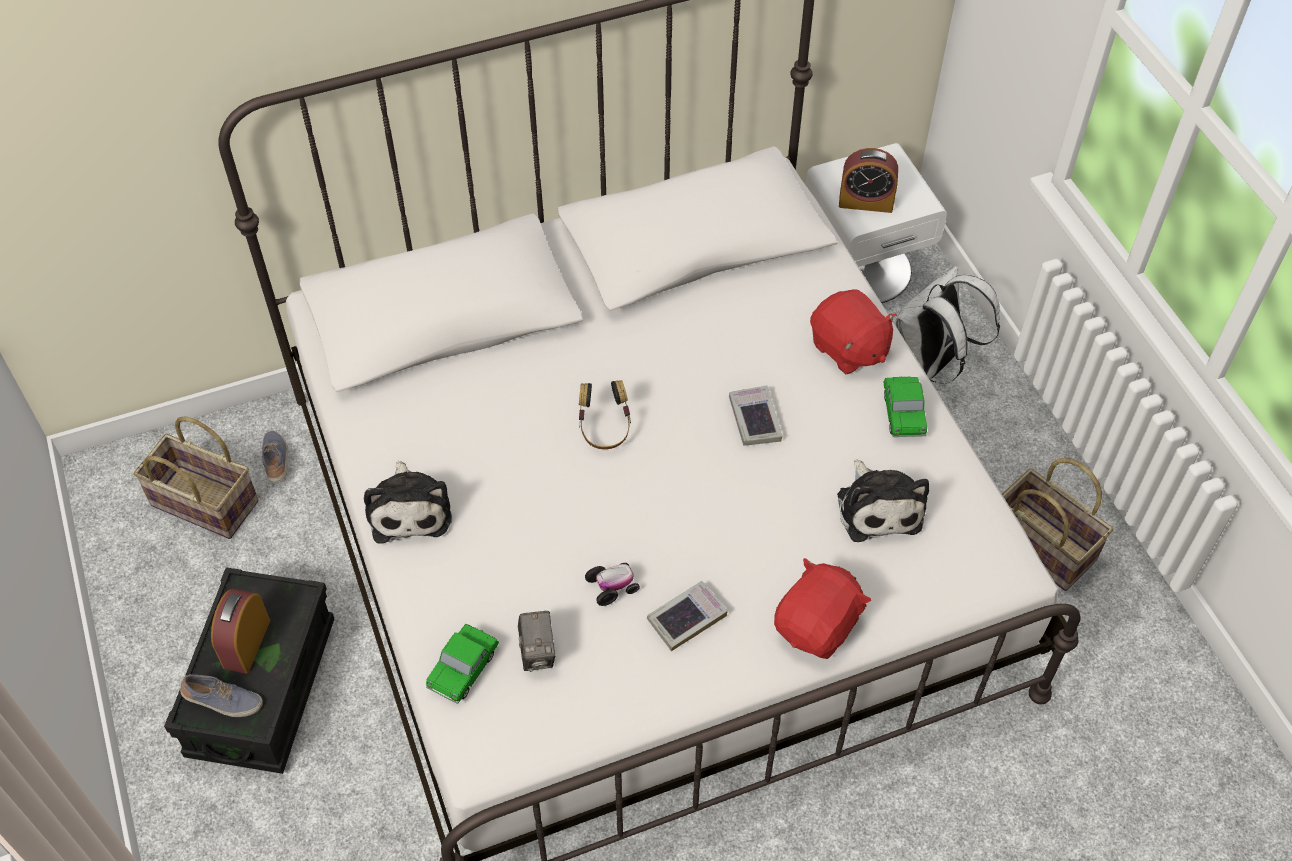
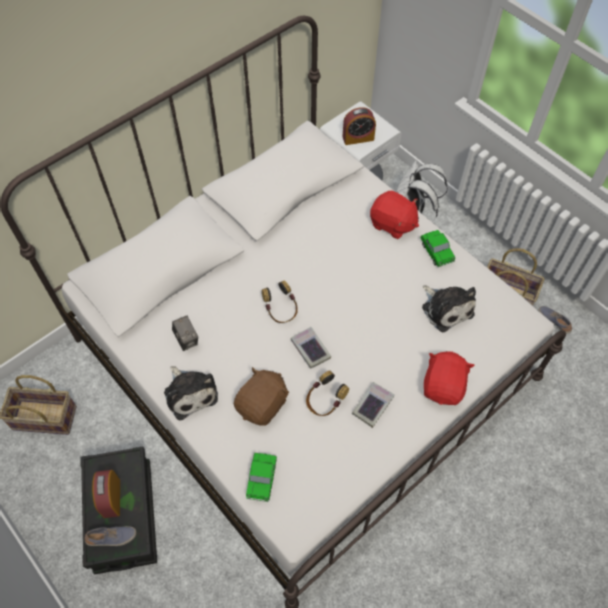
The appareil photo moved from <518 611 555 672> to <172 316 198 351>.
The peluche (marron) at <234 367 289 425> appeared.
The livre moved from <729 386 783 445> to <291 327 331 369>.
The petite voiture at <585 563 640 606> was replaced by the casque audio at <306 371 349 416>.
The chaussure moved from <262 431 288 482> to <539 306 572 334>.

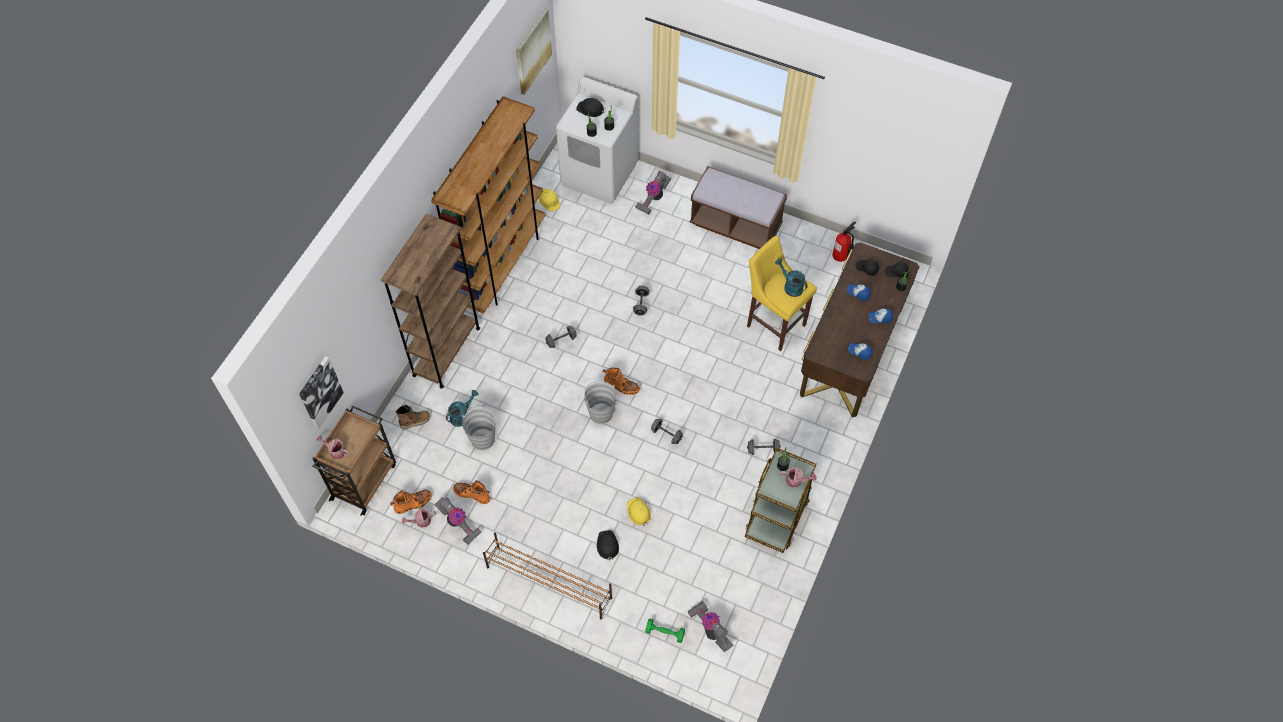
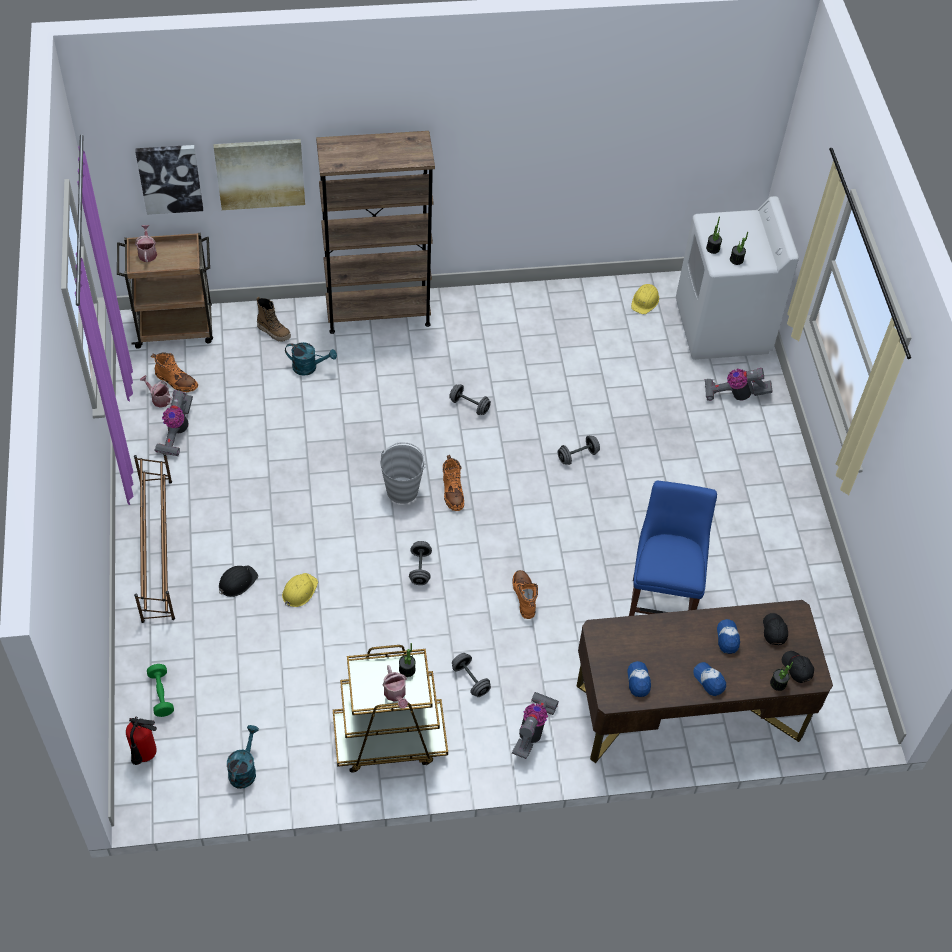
The extincteur moved from <833 221 856 262> to <126 717 157 765>.
The tableau moved from <516 8 552 95> to <214 139 305 210>.
The arrosoir (turquoise) moved from <775 259 807 297> to <227 725 259 789>.
The botte (orange) moved from <453 480 490 504> to <512 570 538 619>.
The aspirateur moved from <688 601 734 652> to <512 692 559 759>.
The tabouret (jaune) at <747 236 817 351> became the tabouret (bleu) at <629 481 717 616>.
The bibliothèque (marron) at <431 96 546 314> disappeared.
The seau (gris) at <462 407 496 450> disappeared.
The casque de chantier (noir) at <576 98 606 117> disappeared.
The banc (marron) at <690 166 787 249> disappeared.

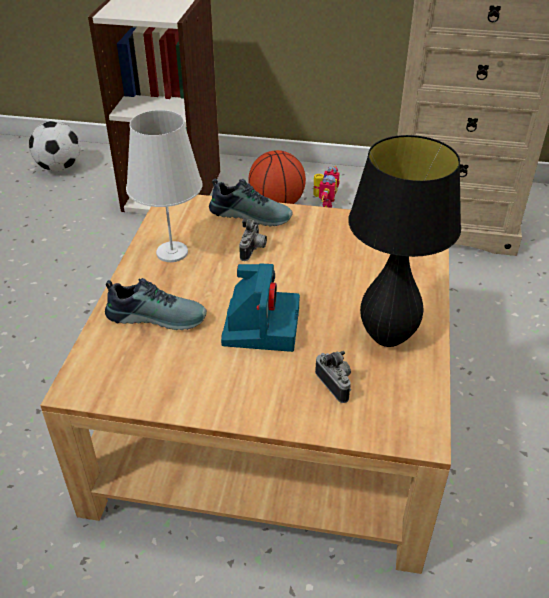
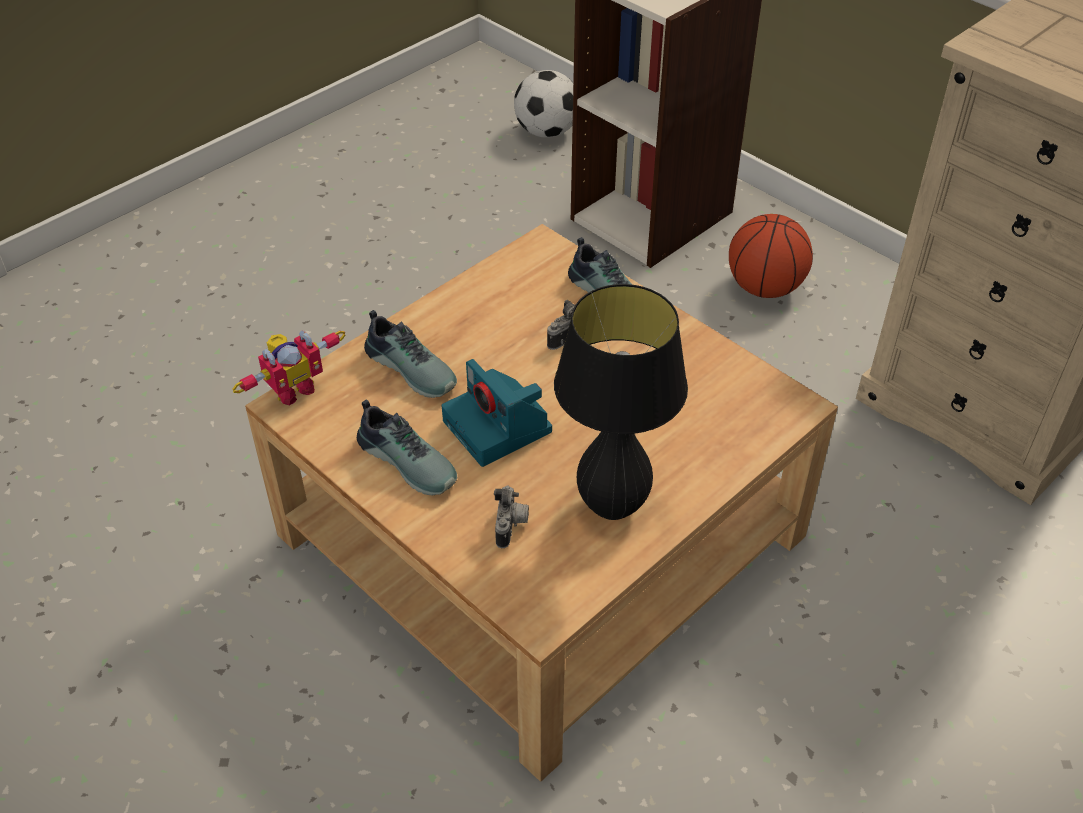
The robot jouet moved from <313 166 340 208> to <233 330 346 406>.
The chaussure at <357 400 457 495> appeared.
The appareil photo at <221 263 300 352> turned 105 degrees clockwise.
The lampe de table (blanc) at <126 110 202 262> disappeared.

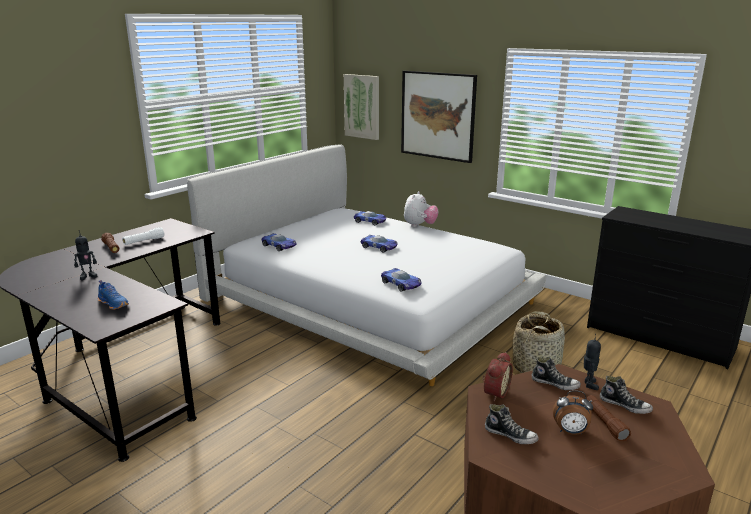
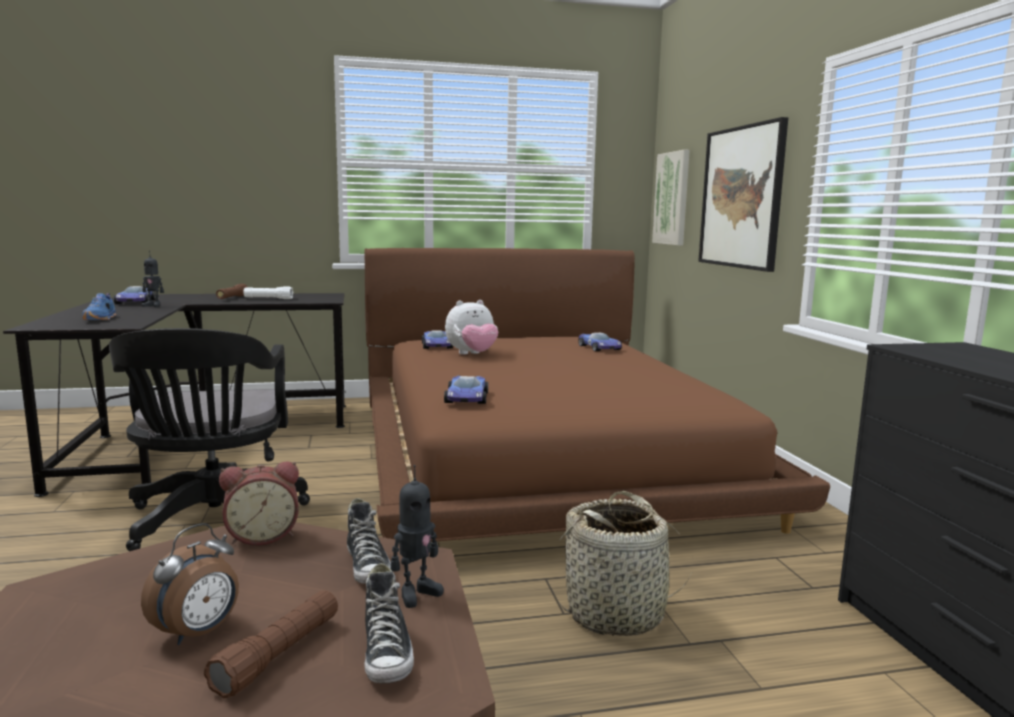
The chaise de bureau (noir) at <109 328 310 551> appeared.
The petite voiture moved from <361 235 398 253> to <114 286 156 304>.
The réveil at <553 390 593 435> turned 105 degrees counterclockwise.
The lit (blanc) at <187 144 547 386> became the lit (marron) at <364 248 830 542>.
The peluche moved from <404 191 439 227> to <445 300 498 355>.
The chaussure at <485 404 538 444> disappeared.

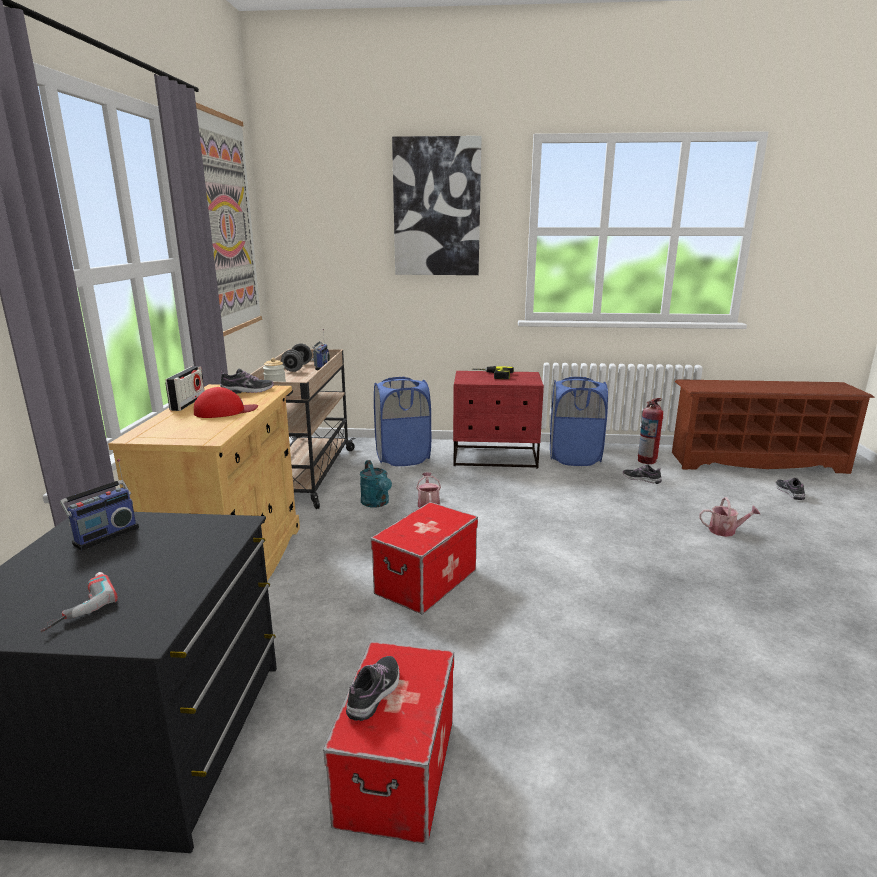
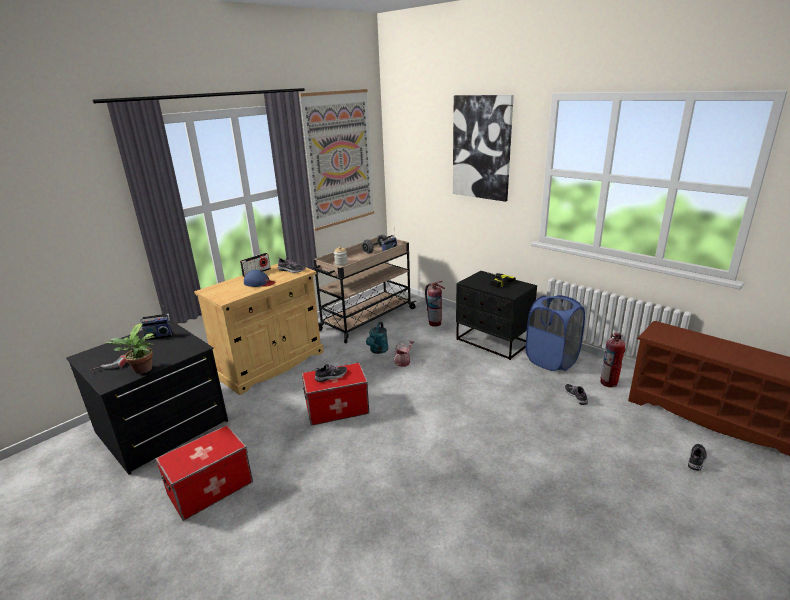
The plante en pot at <104 323 155 374> appeared.
The casquette (rouge) at <194 387 258 418> became the casquette (bleu) at <244 270 275 287>.
The chaussure moved from <346 656 399 721> to <315 364 347 382>.
The panier à linge (bleu) at <374 377 431 466> was replaced by the extincteur at <425 281 445 327>.
The table de chevet (rouge) at <453 371 544 469> became the table de chevet (noir) at <456 271 537 360>.
The arrosoir at <699 497 760 537> disappeared.

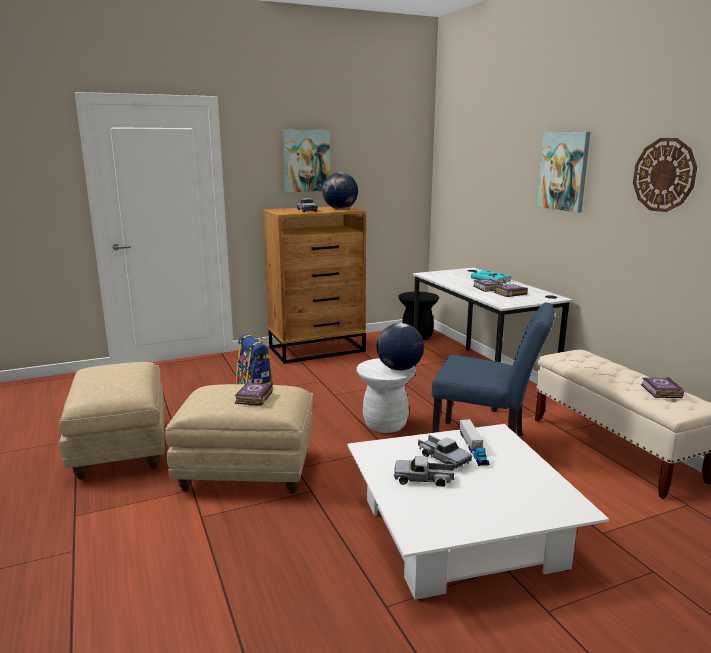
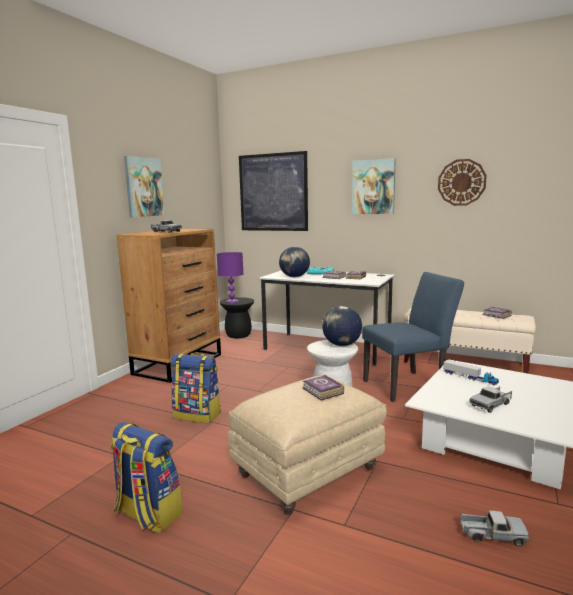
The pouf (beige) at <59 362 165 480> was replaced by the sac à dos at <110 422 183 533>.
The lampe de table (violet) at <217 252 243 304> appeared.
The tableau at <239 151 308 231> appeared.
The globe moved from <322 173 358 209> to <279 246 310 277>.
The camion jouet moved from <418 434 472 469> to <460 511 529 546>.

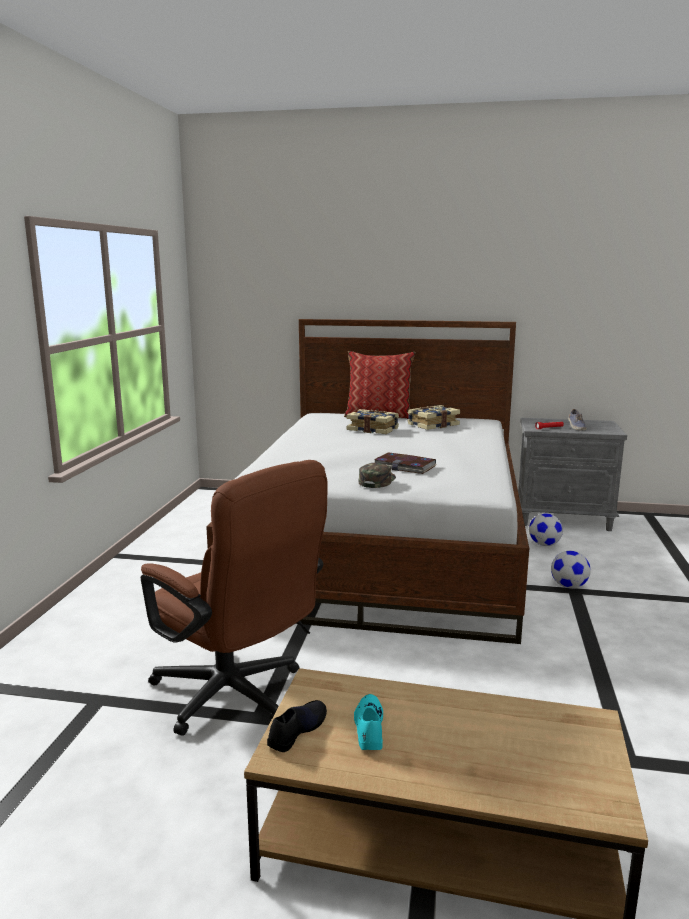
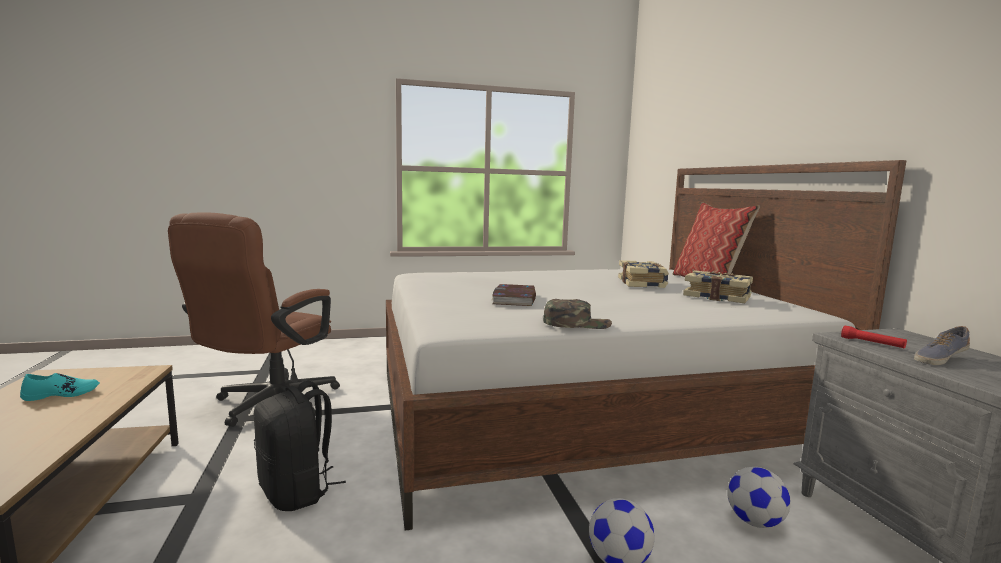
The sac à dos (noir) at <254 381 346 511> appeared.
The casquette (vert) moved from <359 463 396 488> to <543 299 612 329>.
The chaussure (noir) at <267 700 327 752> disappeared.

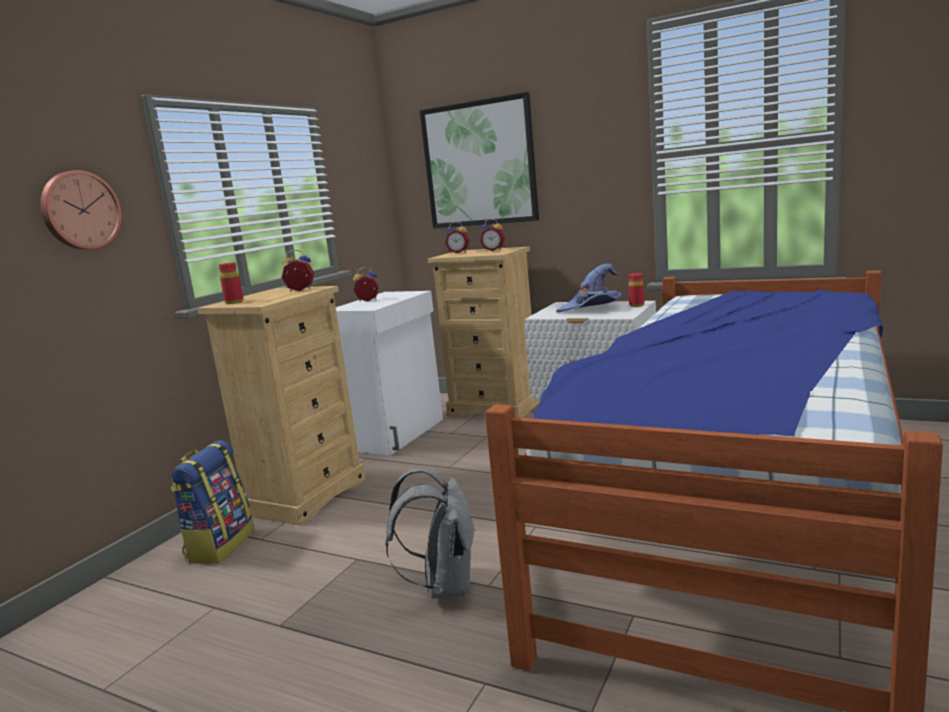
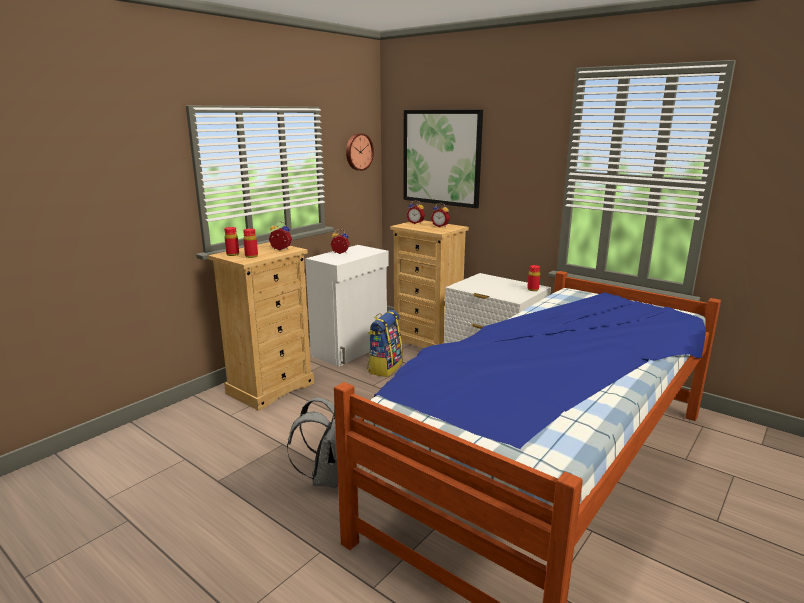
The bouteille (rouge) at <243 229 258 258> appeared.
The horloge murale moved from <40 170 122 250> to <346 133 374 171>.
The sac à dos moved from <170 441 254 563> to <367 310 403 377>.
The chapeau (violet) at <556 264 622 313> disappeared.

